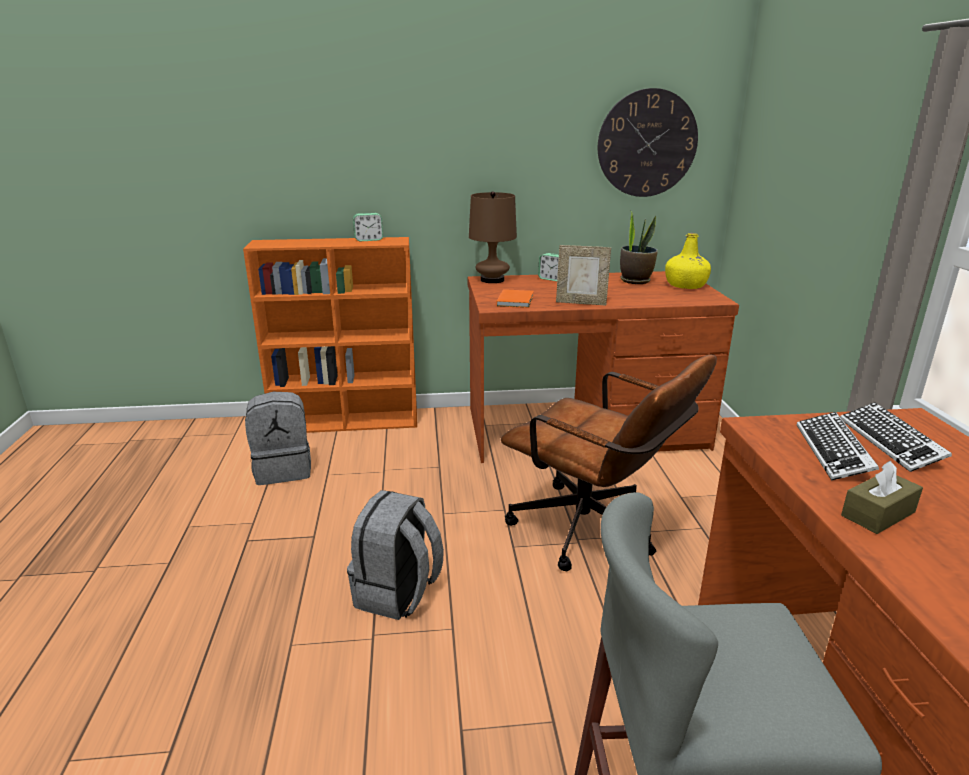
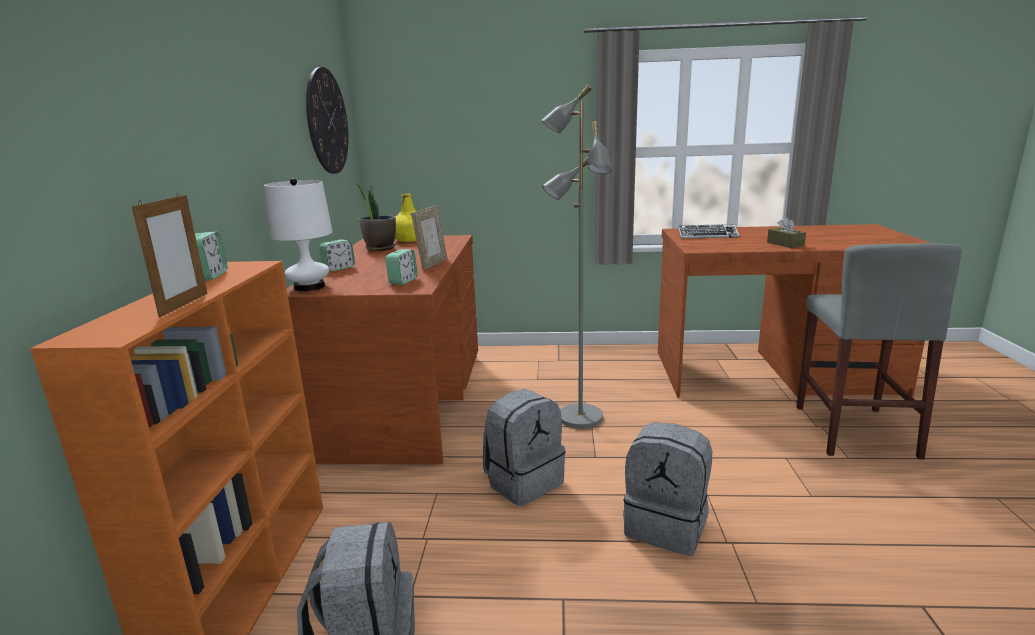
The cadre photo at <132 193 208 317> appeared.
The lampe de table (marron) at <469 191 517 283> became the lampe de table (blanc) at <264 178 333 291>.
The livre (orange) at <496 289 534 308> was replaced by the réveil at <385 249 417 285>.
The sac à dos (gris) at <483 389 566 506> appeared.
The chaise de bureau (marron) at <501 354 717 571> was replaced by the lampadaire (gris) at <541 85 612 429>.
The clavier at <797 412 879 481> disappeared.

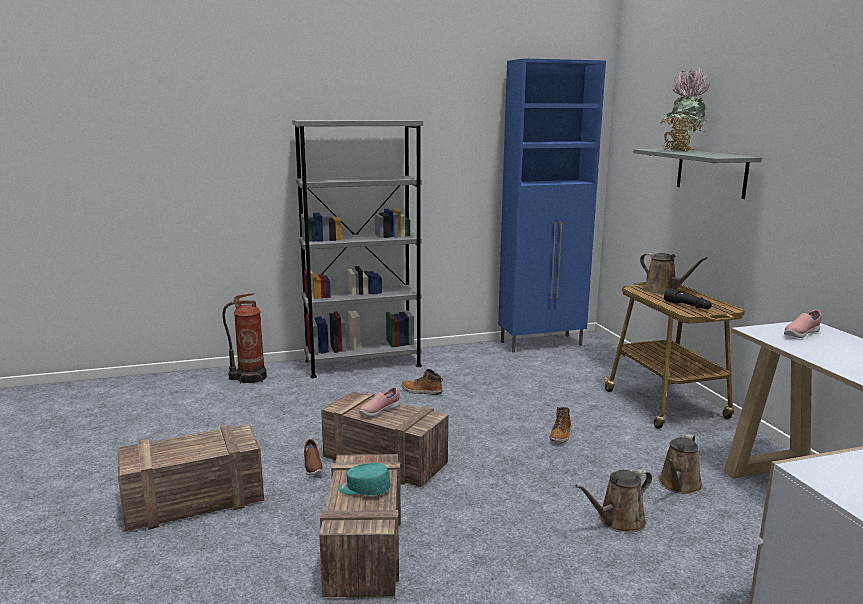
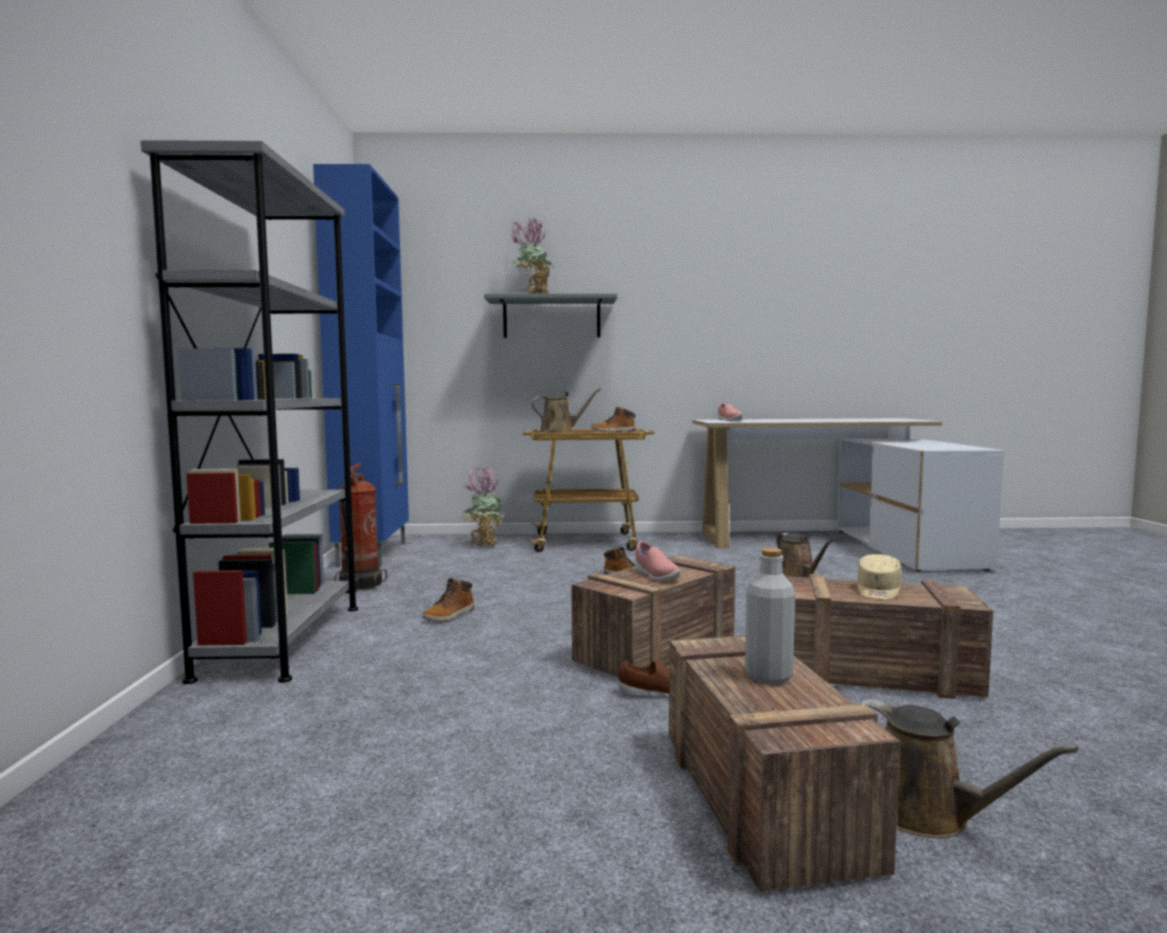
The extincteur moved from <222 293 267 384> to <334 463 387 591>.
The plante en pot at <460 465 505 546> appeared.
The lampe de poche (noir) at <664 288 712 309> was replaced by the botte at <591 407 635 432>.
The bouteille (gris) at <745 548 795 684> appeared.
The casquette (turquoise) at <338 463 390 496> became the casquette (beige) at <857 554 902 600>.
The arrosoir (marron) moved from <659 434 703 494> to <860 699 1079 838>.

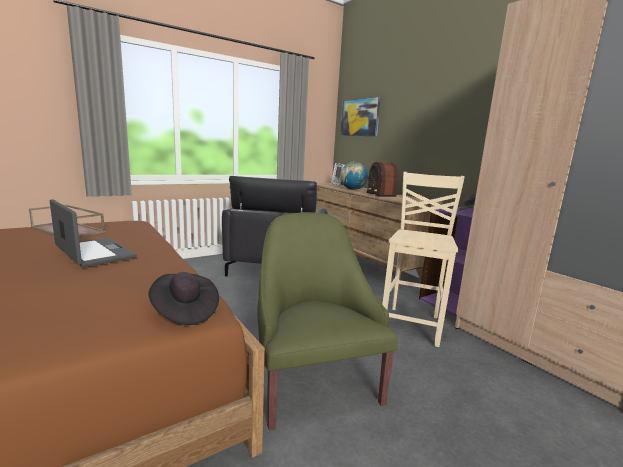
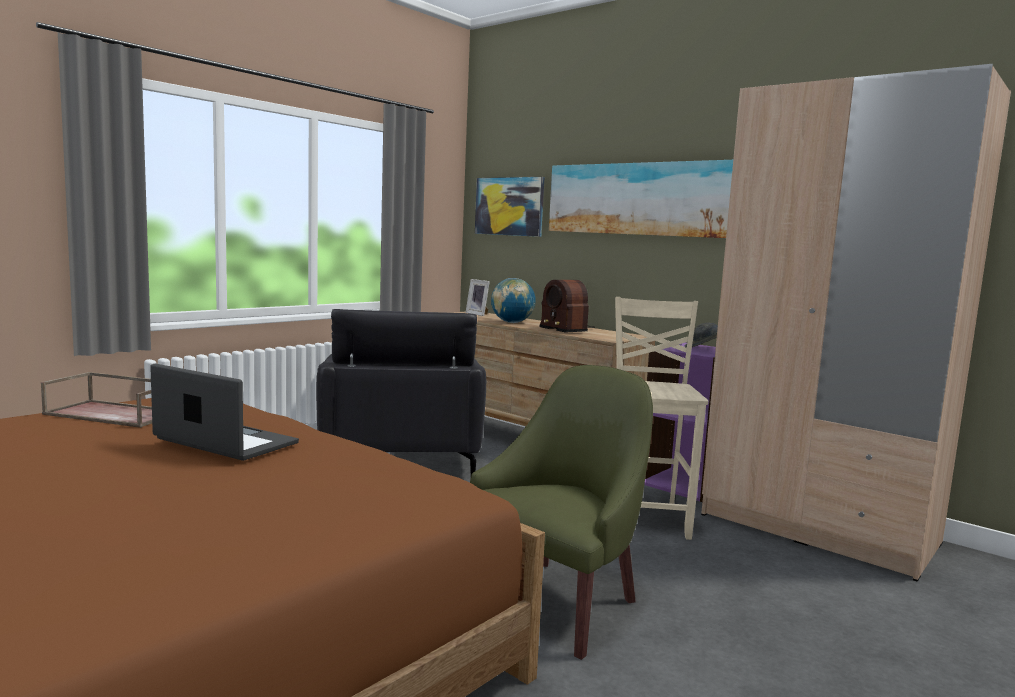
The fauteuil (vert) at <257 212 397 430> turned 75 degrees clockwise.
The tableau at <549 160 733 238> appeared.
The chapeau (noir) at <149 272 219 325> disappeared.

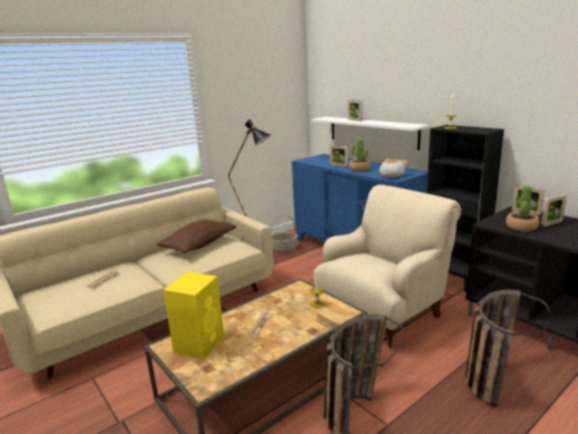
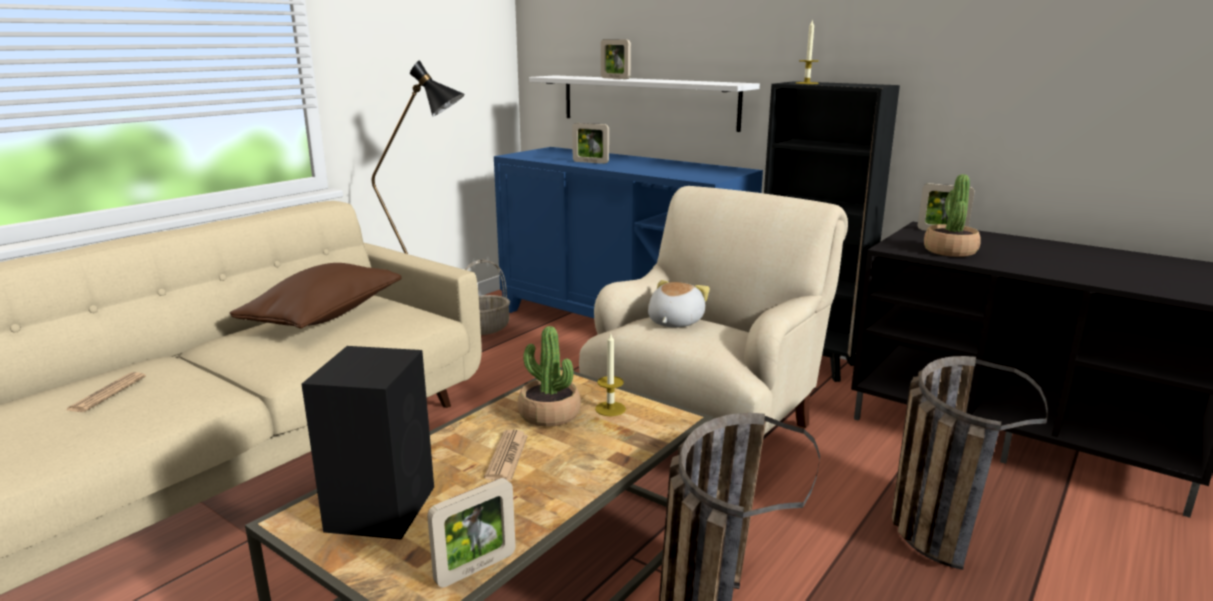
The enceinte (jaune) at <163 272 224 360> became the enceinte (noir) at <302 346 434 540>.
The cadre photo moved from <541 194 567 227> to <427 478 516 588>.
The plante en pot moved from <349 138 370 171> to <518 326 581 427>.
The peluche moved from <379 159 407 178> to <648 280 710 328>.

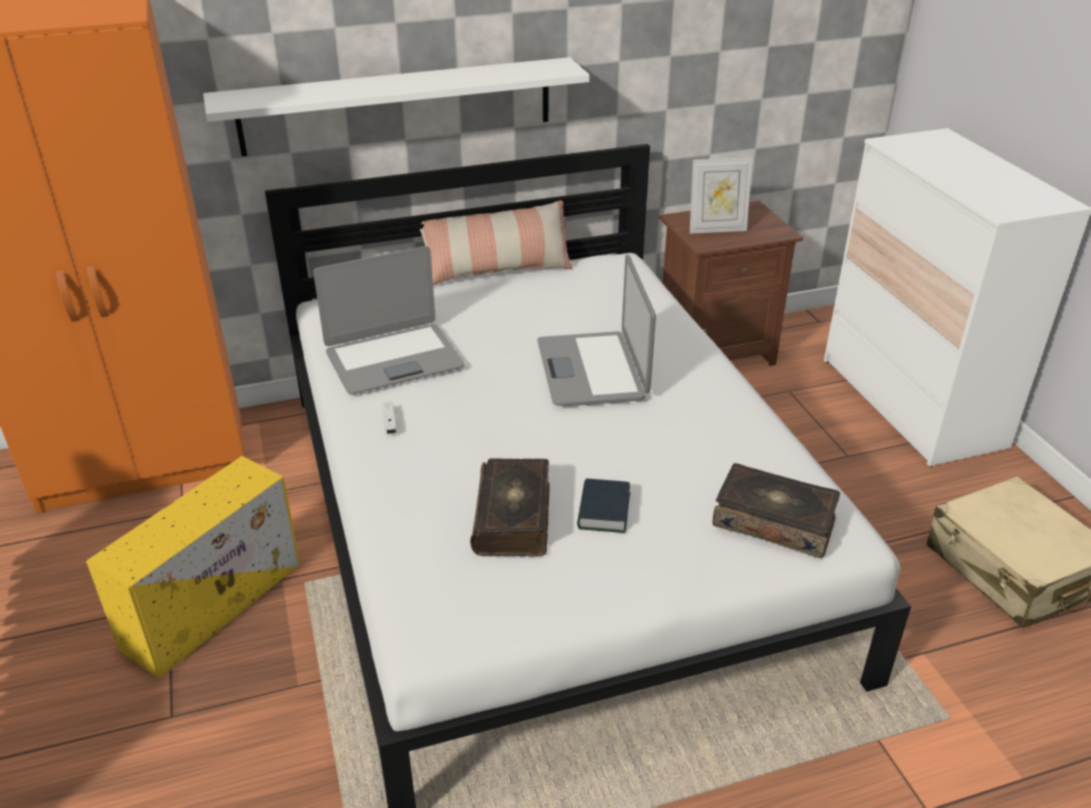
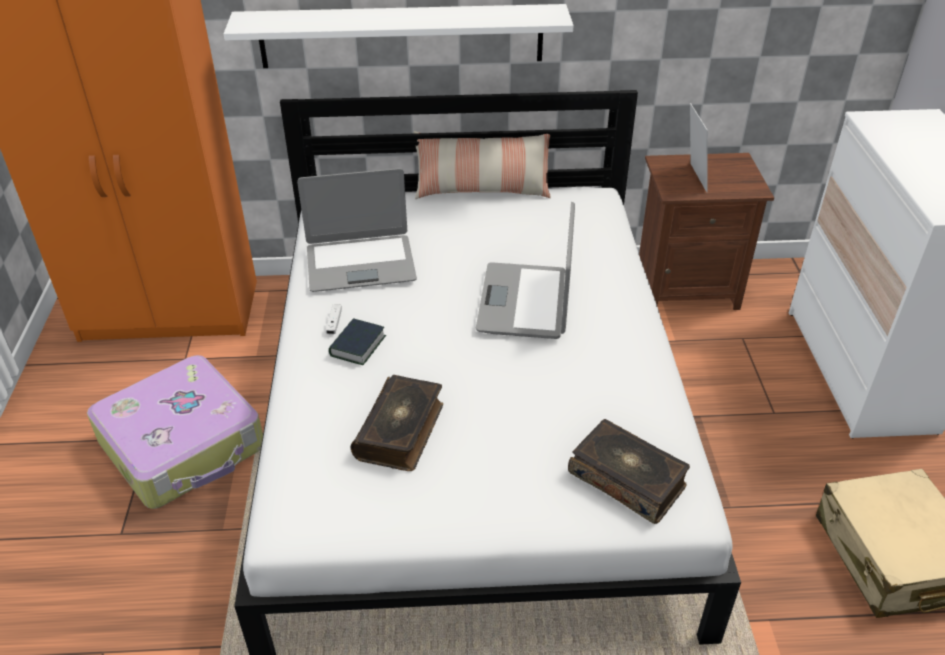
The boîte de rangement (jaune) at <86 456 300 678> was replaced by the valise at <87 355 263 509>.
The livre moved from <577 478 630 533> to <329 318 386 365>.
The cadre photo at <690 157 752 234> turned 105 degrees counterclockwise.

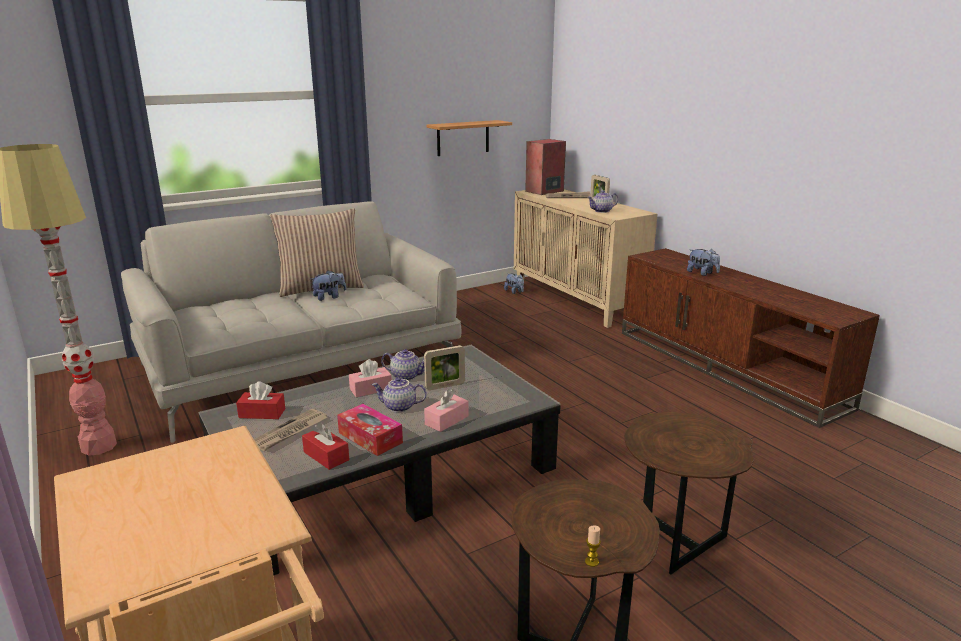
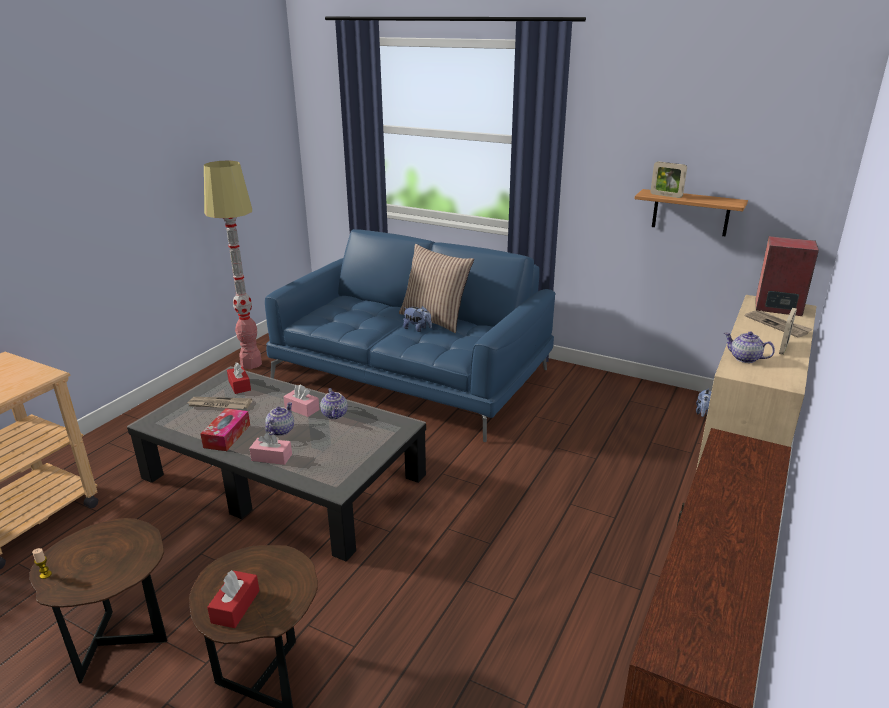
The boîte à mouchoirs (rouge) moved from <302 423 349 470> to <207 570 260 628>.
The canapé (gris) at <121 201 461 443> became the canapé (bleu) at <265 229 556 442>.
The théière at <371 377 427 412> turned 45 degrees clockwise.
The cadre photo moved from <424 345 465 390> to <651 161 687 198>.
The peluche at <687 249 720 276> disappeared.

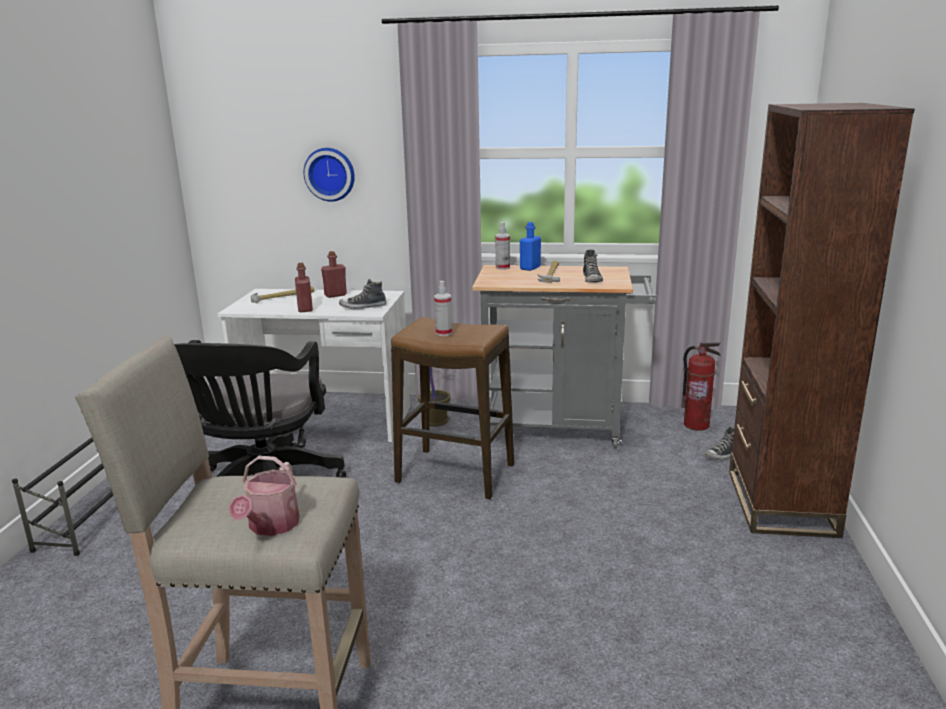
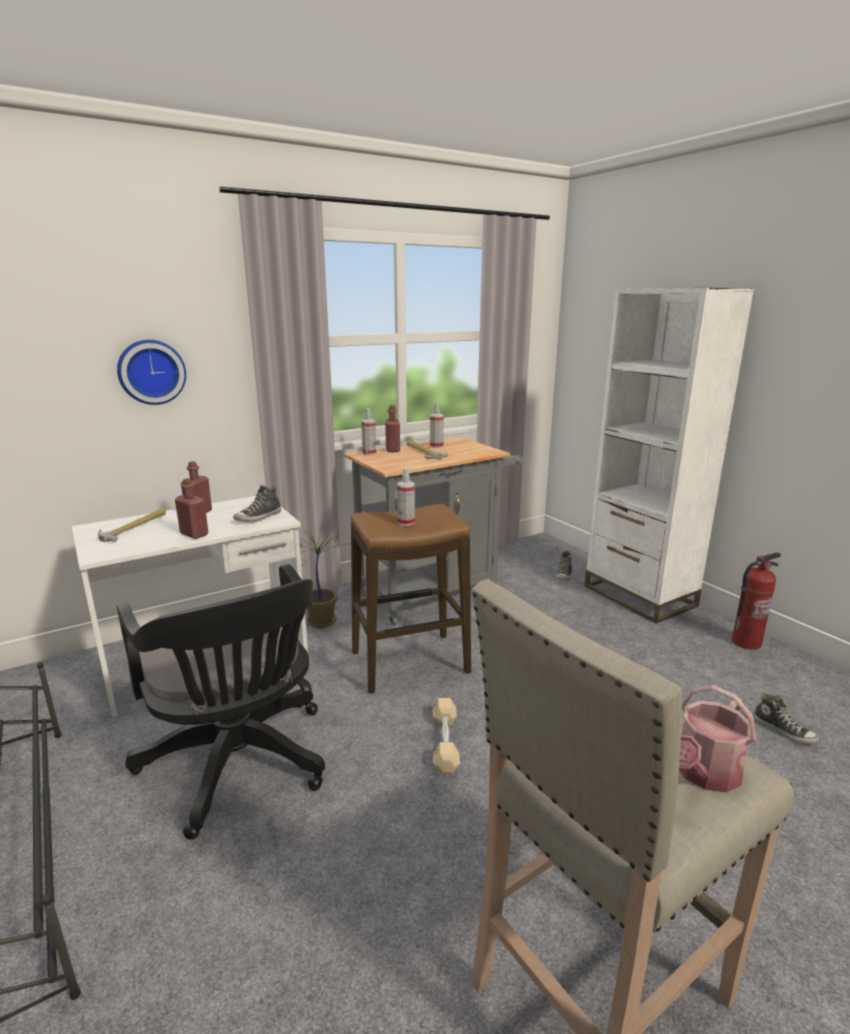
The bouteille (bleu) at <520 222 541 271> became the bouteille (rouge) at <385 405 400 452>.
The vaporisateur at <430 403 444 448> appeared.
The haltère (beige) at <433 698 460 774> appeared.
The bibliothèque (marron) at <729 103 915 538> became the bibliothèque (blanc) at <584 288 754 624>.
The arrosoir at <228 456 299 536> turned 75 degrees clockwise.
The extincteur moved from <682 342 721 431> to <732 552 781 650>.
The chaussure moved from <583 249 603 283> to <753 693 820 745>.

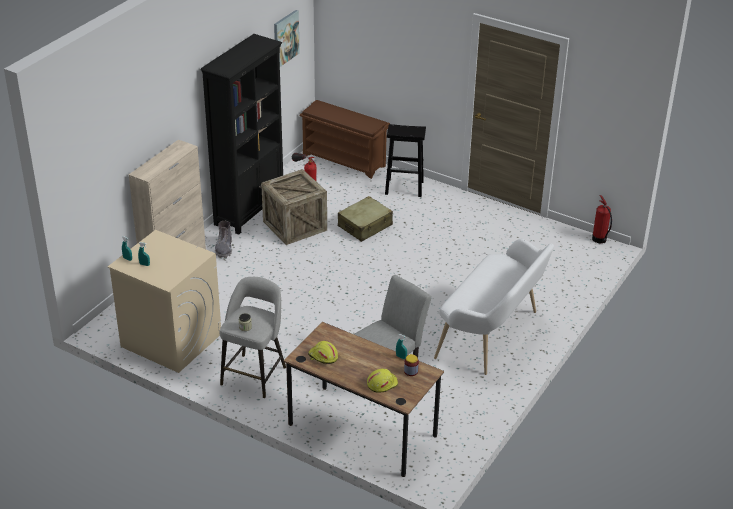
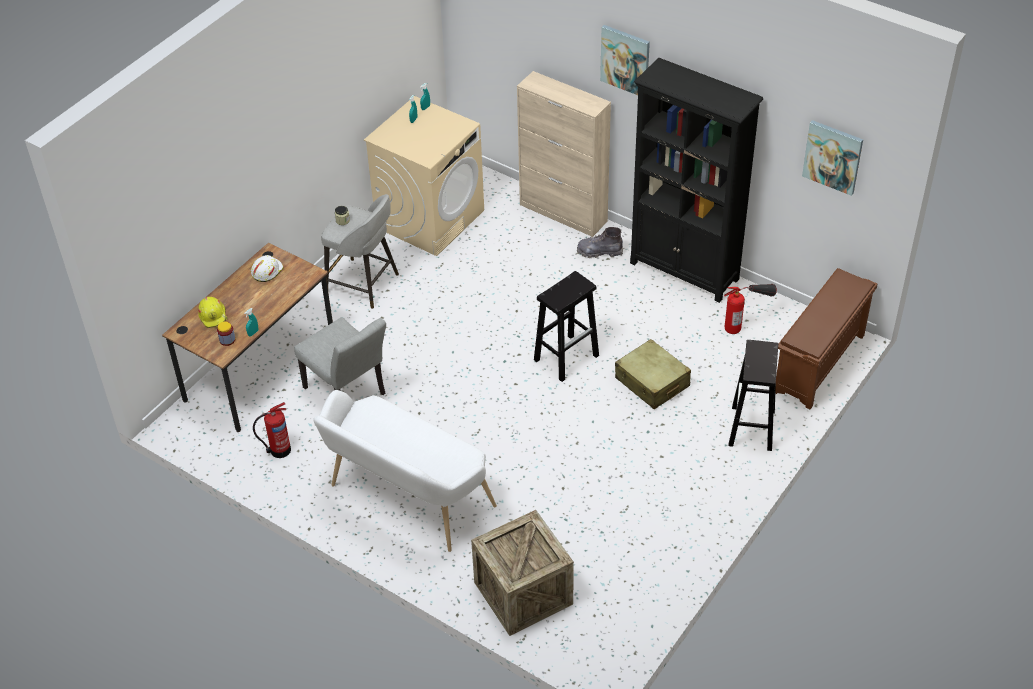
The casque de chantier (jaune) at <308 341 338 364> became the casque de chantier (blanc) at <251 255 284 282>.
The extincteur moved from <592 195 612 243> to <253 402 291 458>.
The caisse moved from <261 169 327 245> to <471 510 574 636>.
The tabouret (noir) at <534 271 599 382> appeared.
The tableau at <600 25 650 95> appeared.

